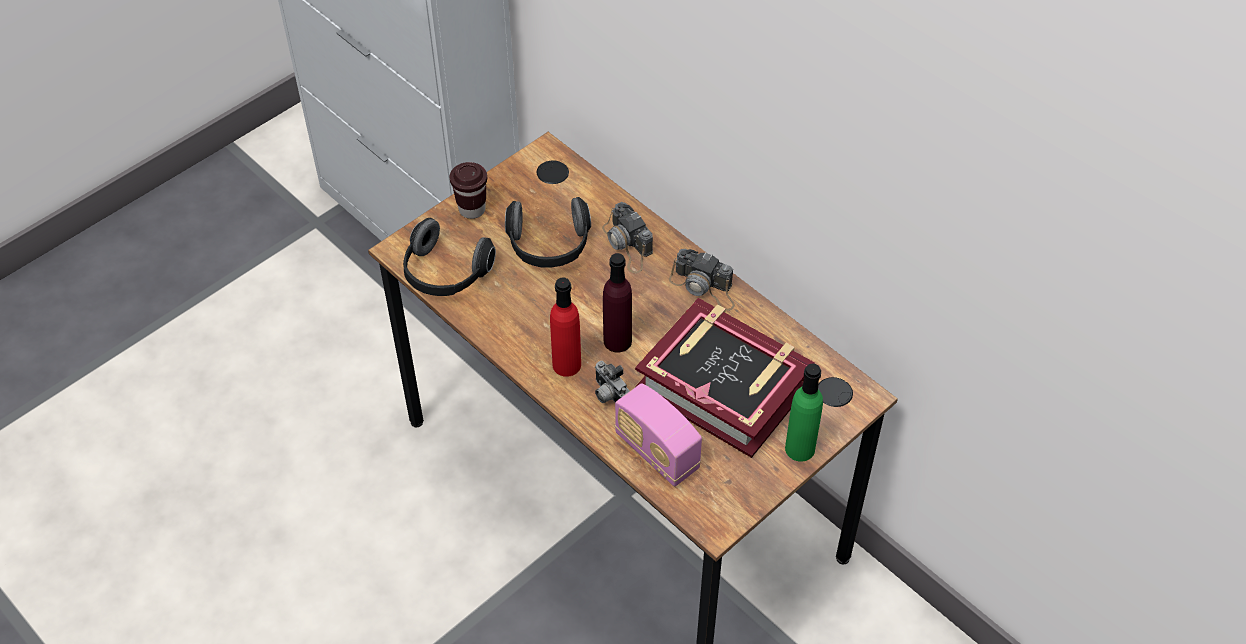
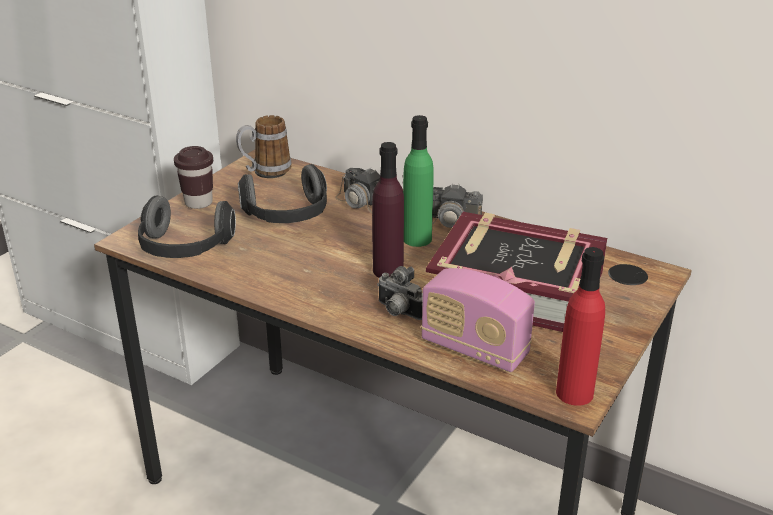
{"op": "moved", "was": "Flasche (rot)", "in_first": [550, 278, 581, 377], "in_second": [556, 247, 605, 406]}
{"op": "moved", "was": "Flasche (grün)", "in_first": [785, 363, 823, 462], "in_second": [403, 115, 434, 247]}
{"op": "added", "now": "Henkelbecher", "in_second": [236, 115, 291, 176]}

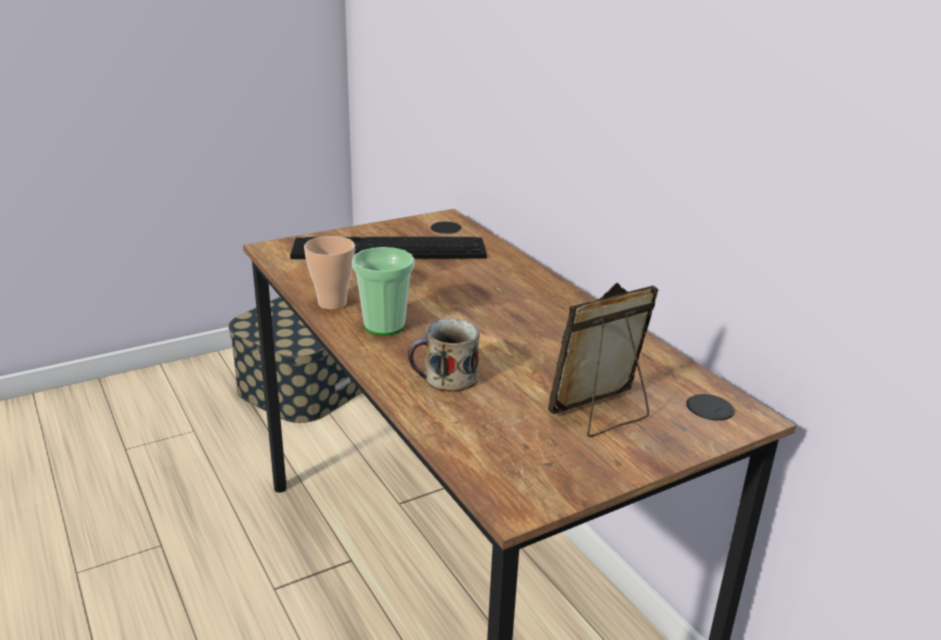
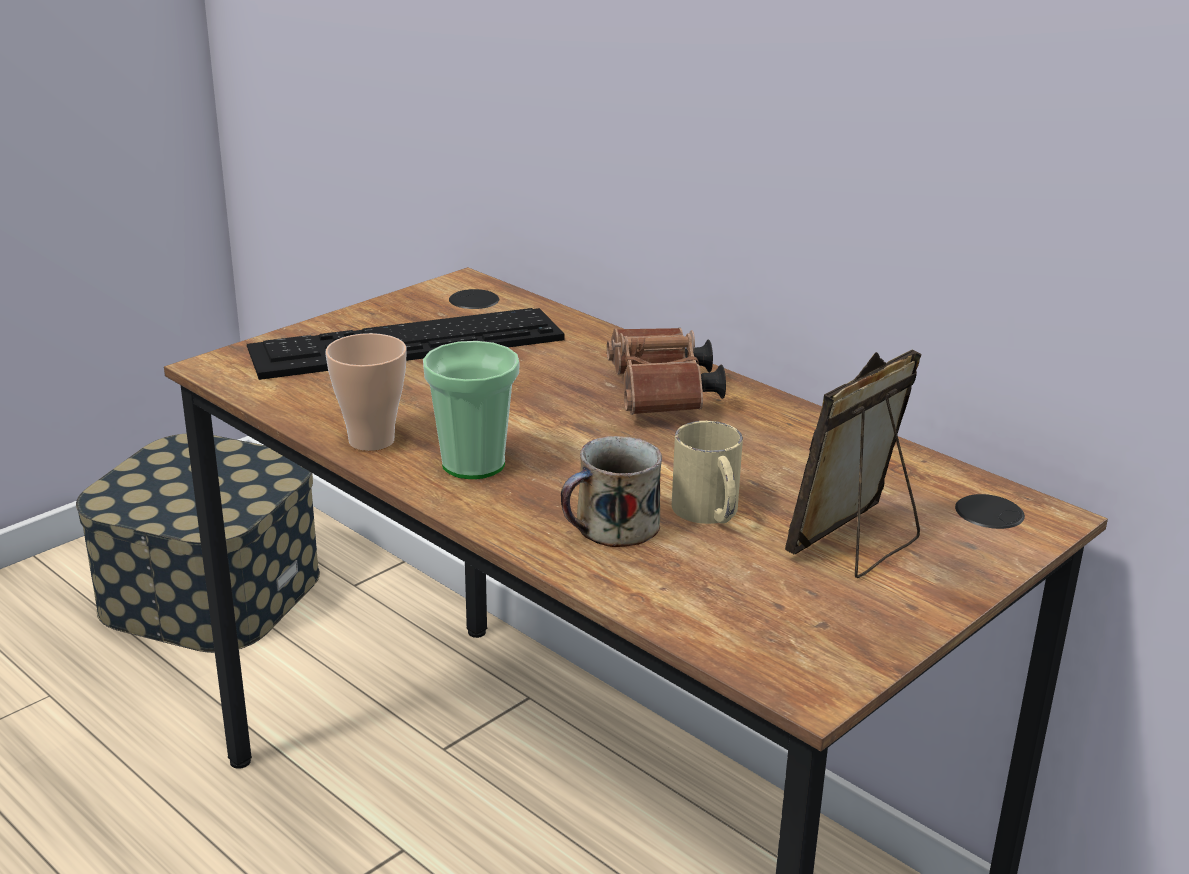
{"op": "added", "now": "Fernglas (braun)", "in_second": [607, 328, 726, 415]}
{"op": "added", "now": "Henkelbecher (beige)", "in_second": [672, 421, 743, 524]}

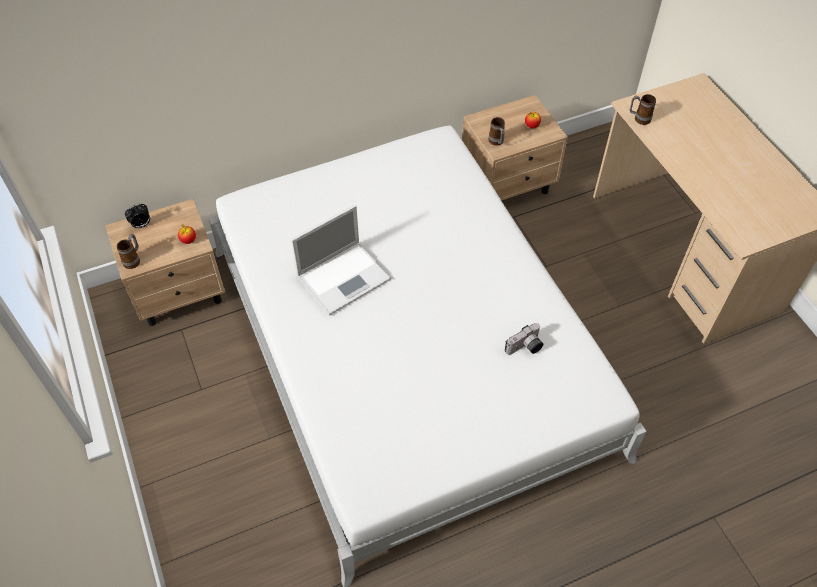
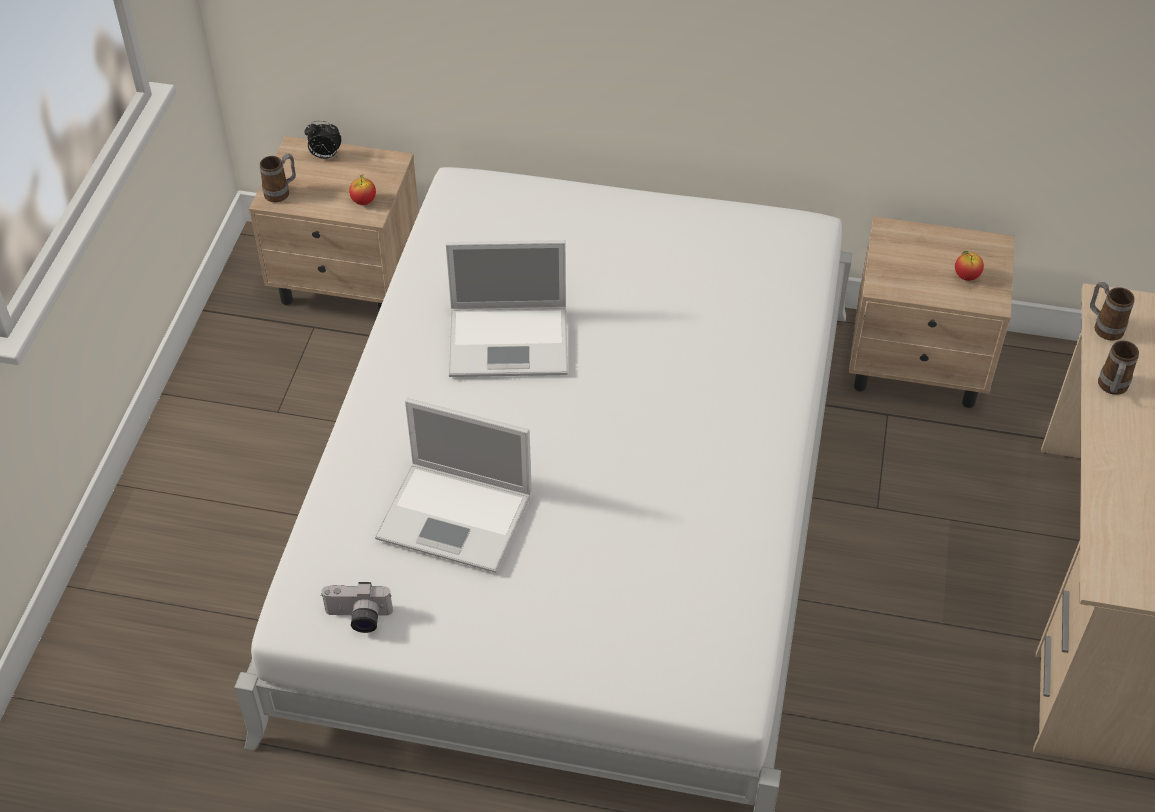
{"op": "moved", "was": "Henkelbecher", "in_first": [489, 117, 505, 146], "in_second": [1098, 341, 1139, 395]}
{"op": "moved", "was": "Kamera", "in_first": [505, 323, 543, 355], "in_second": [320, 582, 393, 633]}
{"op": "added", "now": "Laptop", "in_second": [375, 398, 532, 573]}

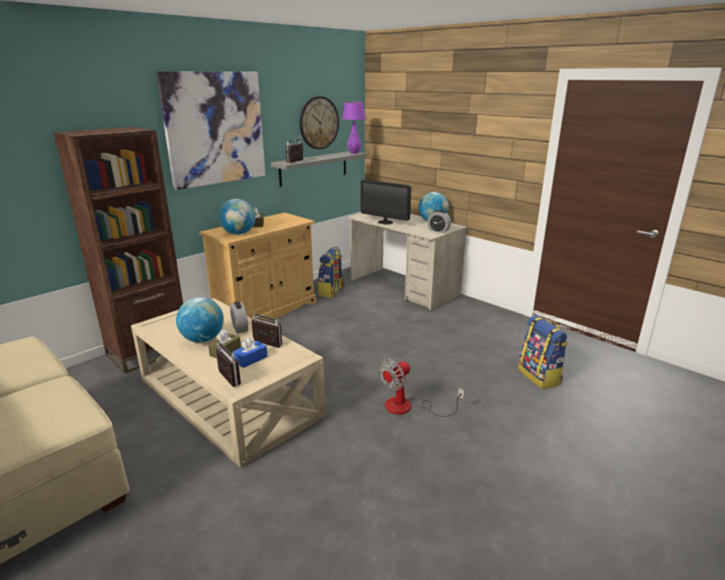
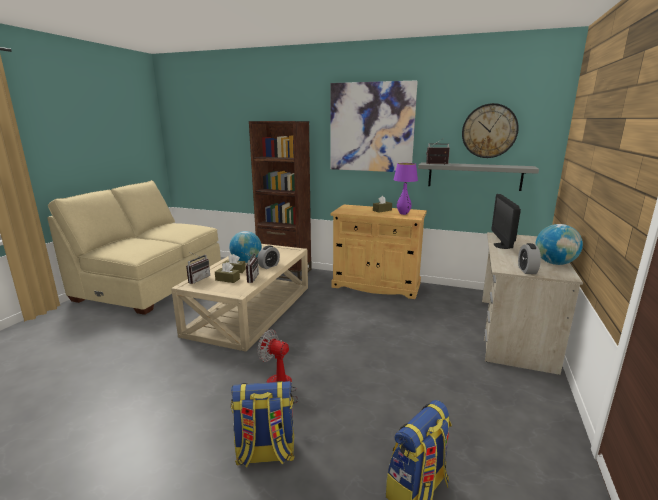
{"op": "removed", "was": "Globus", "in_first": [219, 199, 255, 235]}
{"op": "recoloured", "was": "Taschentuchbox (blau)", "now": "Taschentuchbox (braun)", "in_first": [233, 337, 268, 368], "in_second": [215, 262, 240, 283]}
{"op": "moved", "was": "Rucksack", "in_first": [318, 247, 345, 298], "in_second": [231, 381, 295, 468]}
{"op": "moved", "was": "Tischlampe (lila)", "in_first": [343, 102, 366, 154], "in_second": [393, 163, 418, 215]}

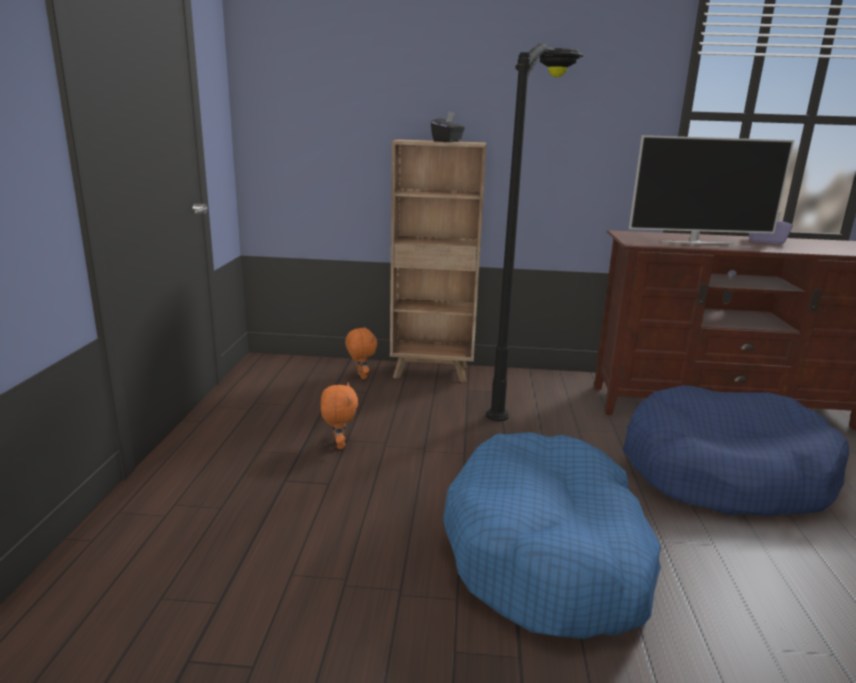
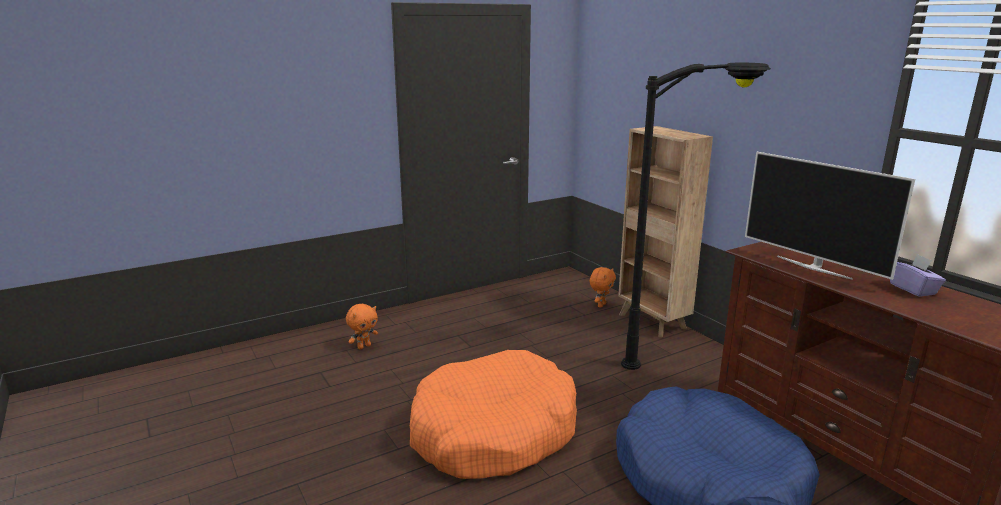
{"op": "moved", "was": "Plüschtier (orange)", "in_first": [321, 383, 358, 449], "in_second": [346, 304, 378, 350]}
{"op": "removed", "was": "Taschentuchbox (schwarz)", "in_first": [431, 112, 465, 142]}
{"op": "recoloured", "was": "Hundebett (blau)", "now": "Hundebett (orange)", "in_first": [443, 432, 661, 639], "in_second": [410, 350, 577, 479]}

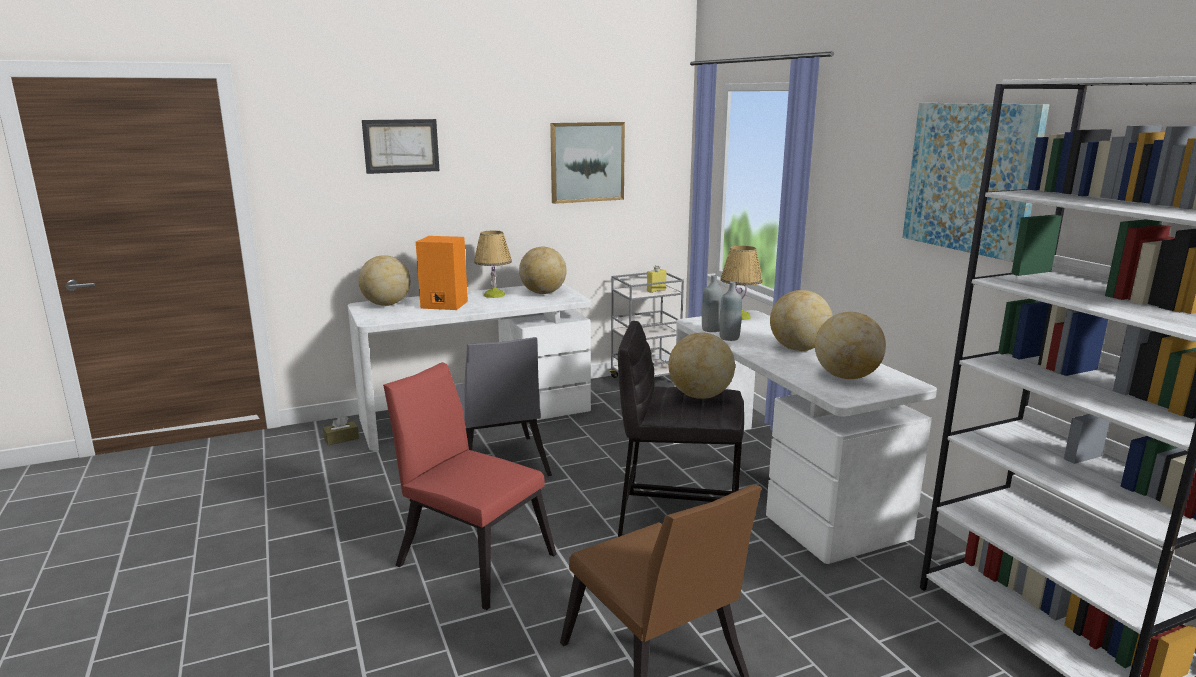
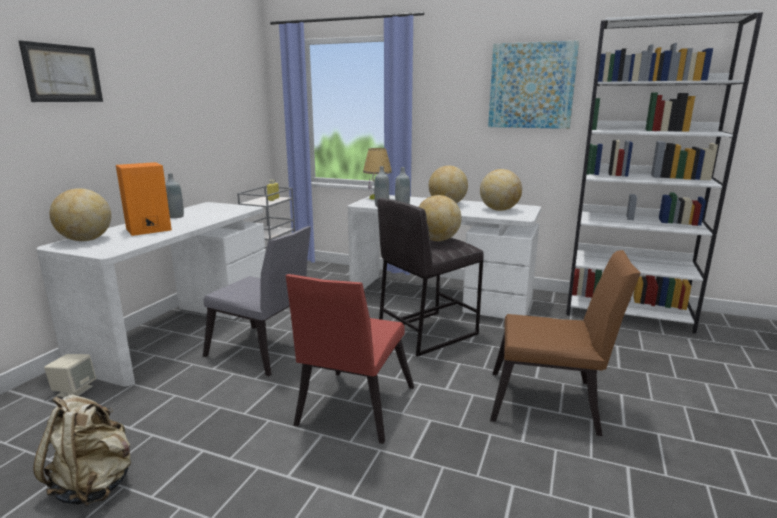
{"op": "replaced", "was": "Taschentuchbox (braun)", "now": "Lautsprecher (beige)", "in_first": [323, 415, 359, 445], "in_second": [44, 354, 96, 398]}
{"op": "turned", "was": "Stuhl (rot)", "in_first": [383, 362, 557, 610], "in_second": [286, 274, 414, 444], "clockwise": -60}
{"op": "replaced", "was": "Tischlampe", "now": "Flasche (grau)", "in_first": [474, 230, 512, 298], "in_second": [165, 173, 184, 218]}
{"op": "removed", "was": "Globus", "in_first": [519, 247, 567, 294]}
{"op": "removed", "was": "Bild", "in_first": [550, 122, 625, 204]}
{"op": "added", "now": "Rucksack (beige)", "in_second": [33, 395, 131, 506]}

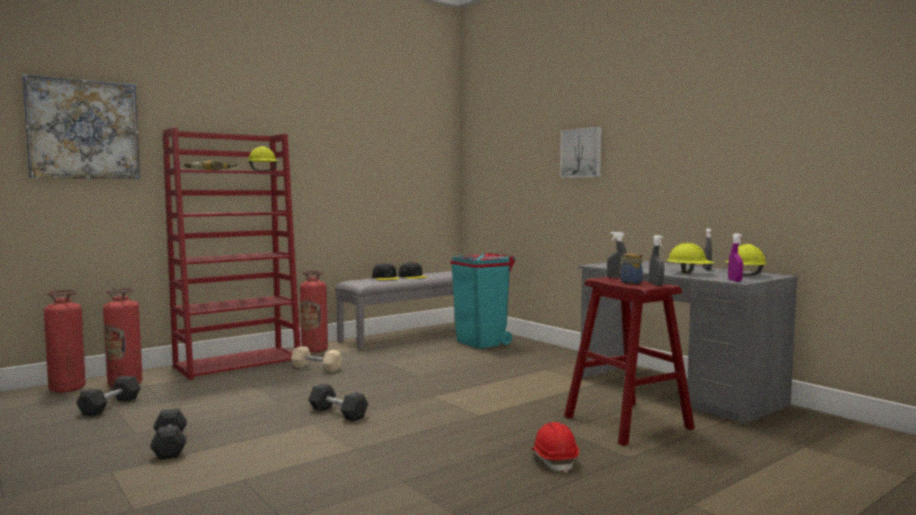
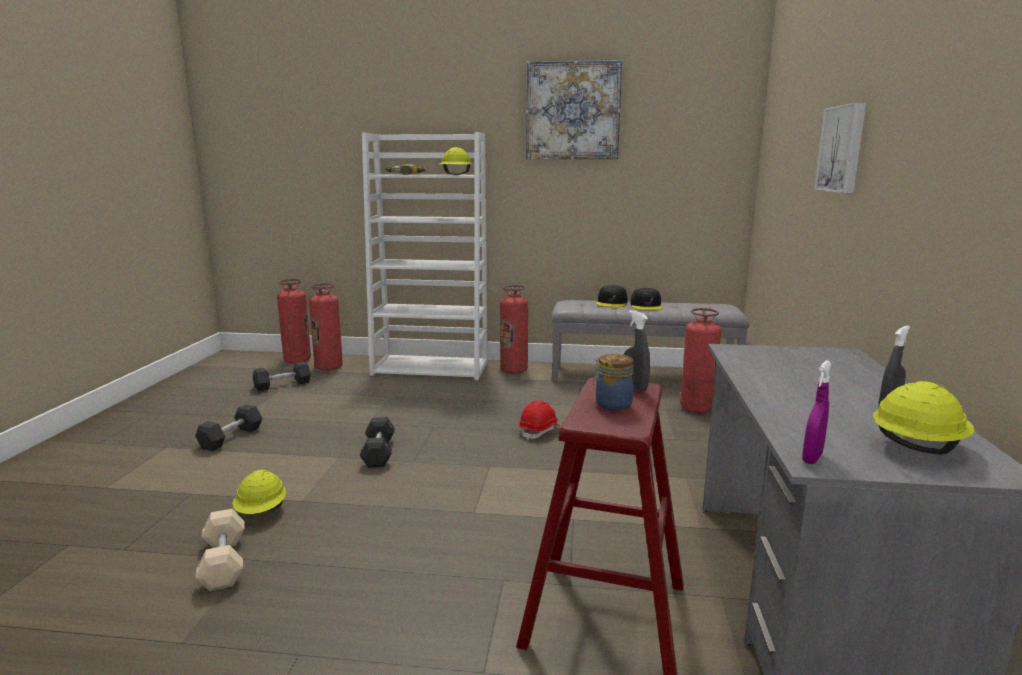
{"op": "moved", "was": "Bild", "in_first": [22, 74, 140, 179], "in_second": [526, 60, 622, 159]}
{"op": "recoloured", "was": "Bücherregal (rot)", "now": "Bücherregal (weiß)", "in_first": [162, 127, 300, 380], "in_second": [362, 132, 488, 380]}
{"op": "moved", "was": "Hantel (beige)", "in_first": [291, 346, 342, 372], "in_second": [195, 509, 245, 591]}
{"op": "replaced", "was": "Mülleimer (türkis)", "now": "Feuerlöscher", "in_first": [450, 253, 515, 349], "in_second": [680, 308, 721, 413]}
{"op": "moved", "was": "Schutzhelm (rot)", "in_first": [532, 422, 579, 473], "in_second": [519, 401, 560, 440]}
{"op": "removed", "was": "Sprühflasche (grau)", "in_first": [649, 235, 664, 286]}
{"op": "moved", "was": "Schutzhelm (gelb)", "in_first": [667, 243, 715, 274], "in_second": [232, 470, 286, 514]}

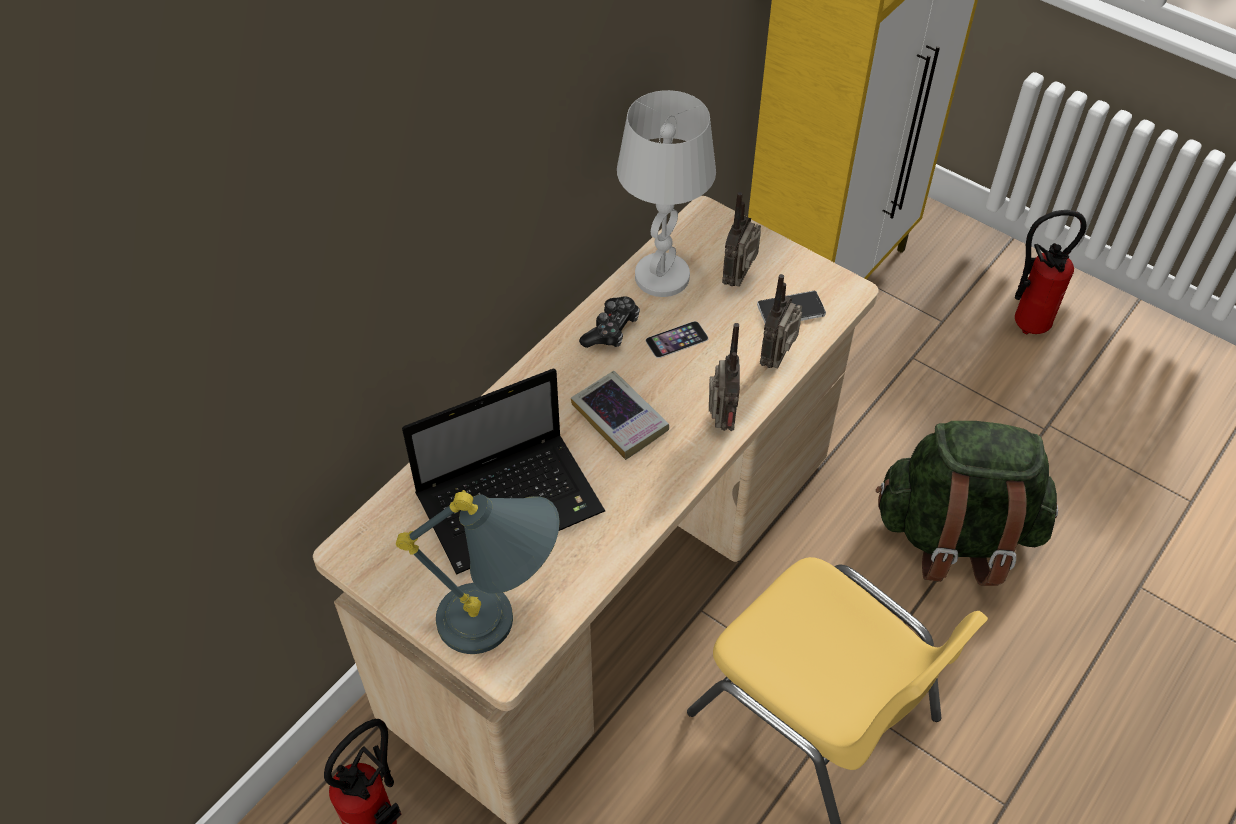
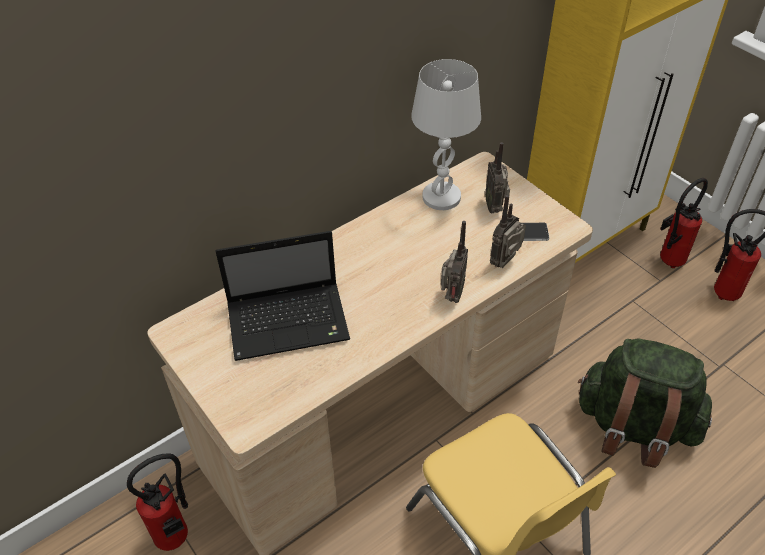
{"op": "removed", "was": "Tischlampe (grau)", "in_first": [396, 490, 560, 654]}
{"op": "removed", "was": "Buch", "in_first": [571, 371, 669, 460]}
{"op": "removed", "was": "Gamepad", "in_first": [579, 296, 640, 348]}
{"op": "removed", "was": "Handy", "in_first": [646, 321, 708, 358]}
{"op": "turned", "was": "Radio", "in_first": [722, 192, 761, 287], "in_second": [485, 142, 510, 213], "clockwise": -45}
{"op": "added", "now": "Feuerlöscher", "in_second": [660, 178, 708, 268]}

